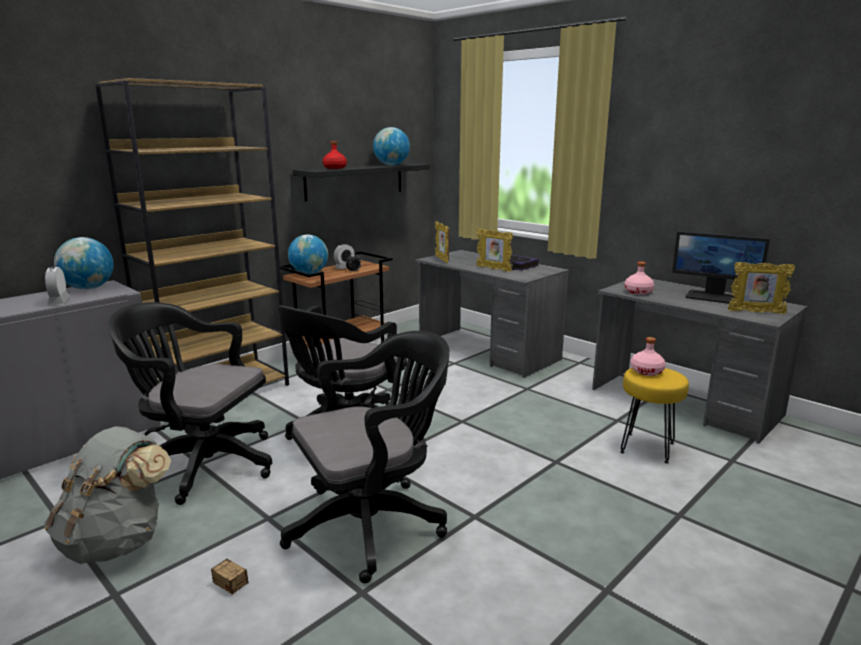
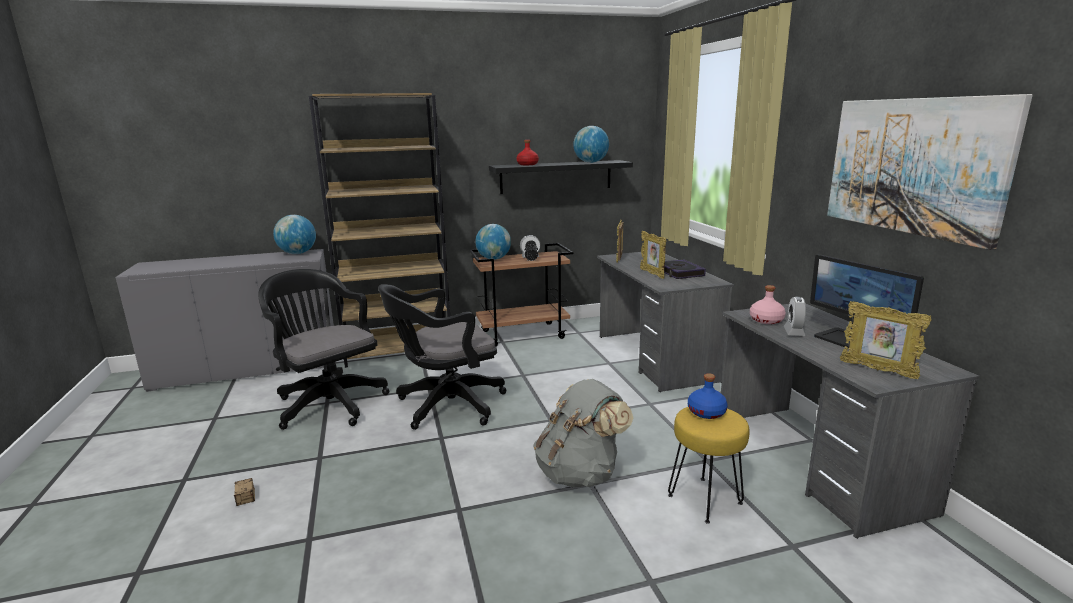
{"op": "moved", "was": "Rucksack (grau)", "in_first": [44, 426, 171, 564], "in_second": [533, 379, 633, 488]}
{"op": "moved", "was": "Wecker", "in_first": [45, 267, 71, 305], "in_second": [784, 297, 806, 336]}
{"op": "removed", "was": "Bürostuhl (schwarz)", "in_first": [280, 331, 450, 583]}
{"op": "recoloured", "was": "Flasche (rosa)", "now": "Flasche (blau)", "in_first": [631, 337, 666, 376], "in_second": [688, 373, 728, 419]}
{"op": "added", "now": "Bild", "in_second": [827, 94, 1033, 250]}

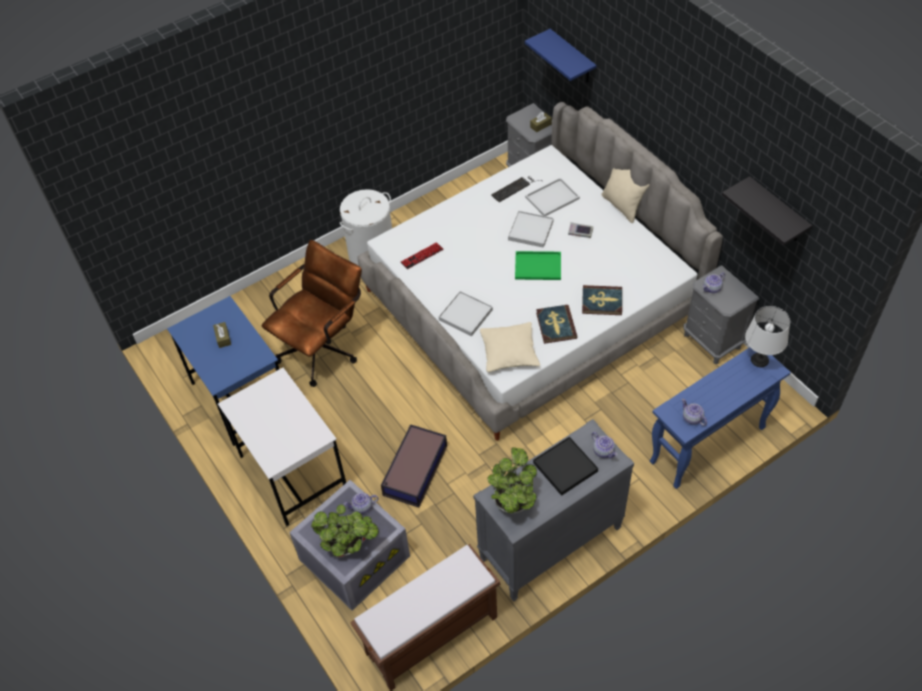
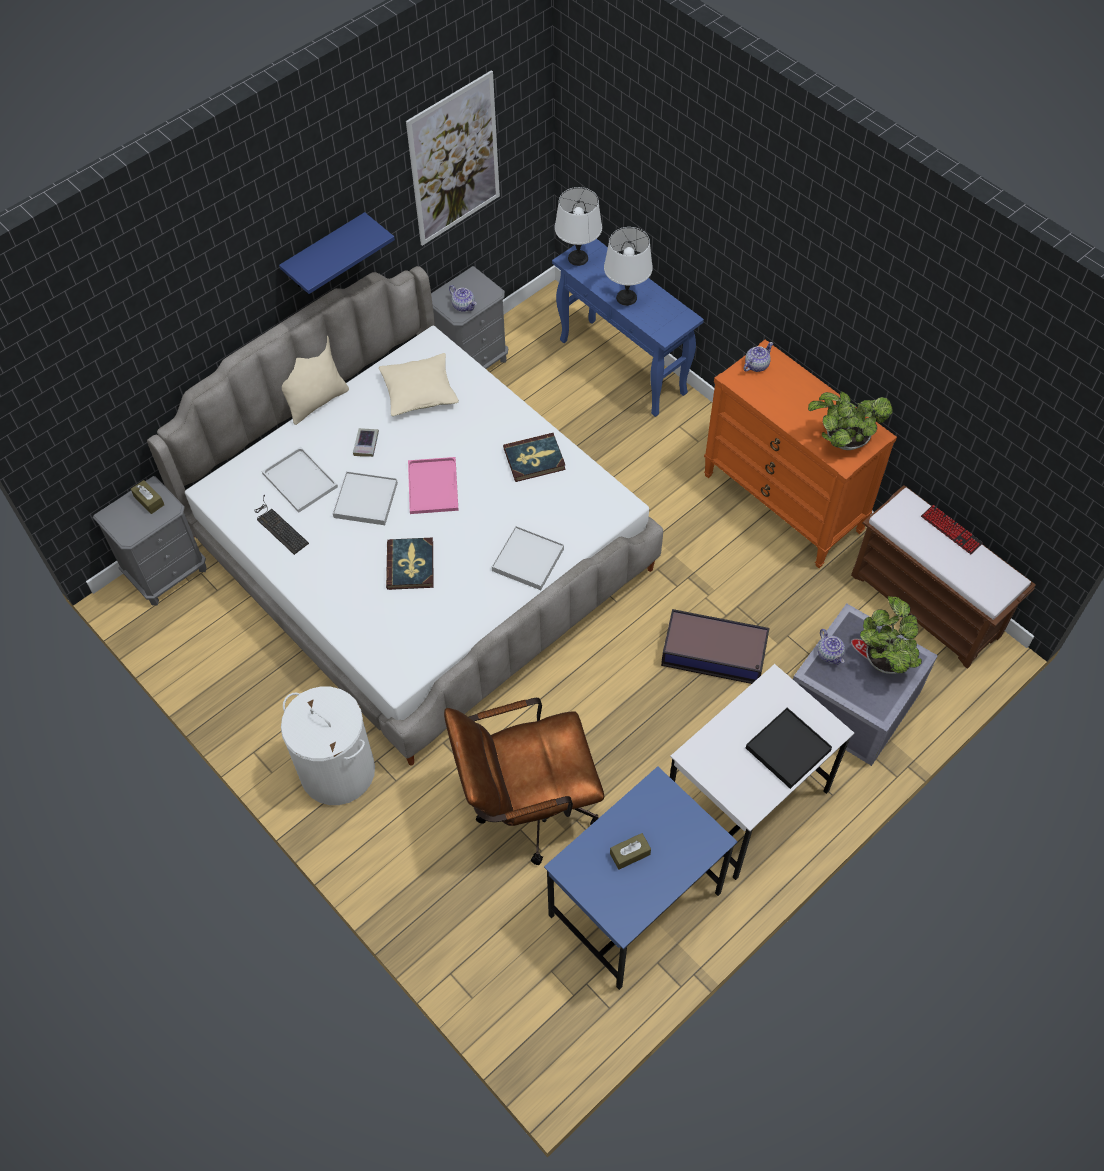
{"op": "turned", "was": "Bürostuhl (braun)", "in_first": [262, 240, 362, 387], "in_second": [444, 698, 604, 865], "clockwise": -45}
{"op": "moved", "was": "Tastatur", "in_first": [400, 242, 444, 269], "in_second": [921, 505, 983, 554]}
{"op": "recoloured", "was": "Kommode (grau)", "now": "Kommode (orange)", "in_first": [473, 419, 634, 602], "in_second": [704, 340, 897, 568]}
{"op": "moved", "was": "Kissen (beige)", "in_first": [480, 322, 540, 372], "in_second": [379, 353, 459, 416]}
{"op": "recoloured", "was": "Tablett (grün)", "now": "Tablett (rosa)", "in_first": [515, 251, 561, 280], "in_second": [408, 457, 459, 514]}
{"op": "moved", "was": "Wandregal (blau)", "in_first": [525, 29, 596, 83], "in_second": [279, 212, 395, 294]}
{"op": "moved", "was": "Tablett (schwarz)", "in_first": [533, 437, 598, 496], "in_second": [746, 708, 832, 789]}
{"op": "moved", "was": "Buch", "in_first": [582, 285, 622, 315], "in_second": [386, 537, 433, 590]}
{"op": "removed", "was": "Teekanne", "in_first": [682, 399, 707, 426]}
{"op": "replaced", "was": "Wandregal (schwarz)", "now": "Bild", "in_first": [722, 176, 812, 245], "in_second": [406, 70, 500, 246]}
{"op": "added", "now": "Tischlampe (weiß)", "in_second": [604, 227, 653, 306]}

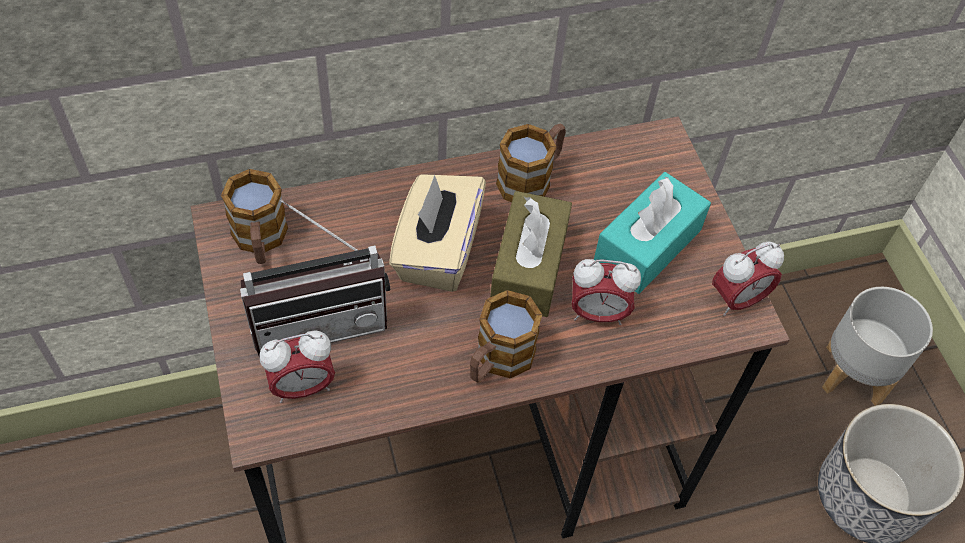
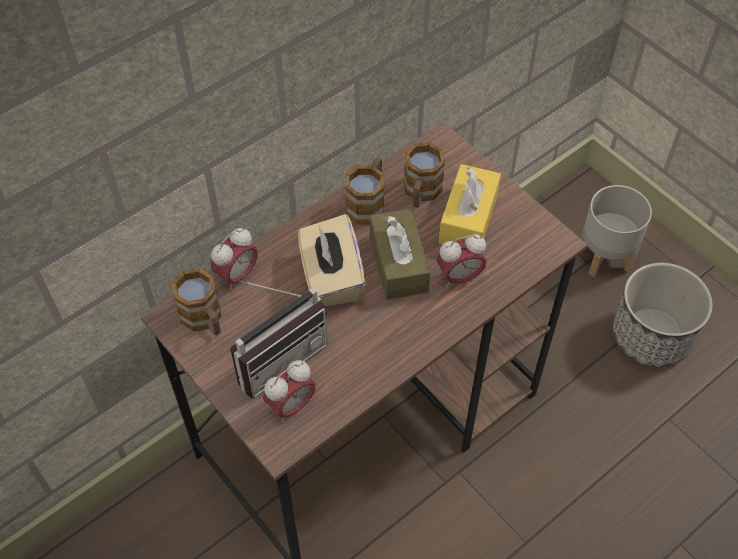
{"op": "moved", "was": "Henkelbecher", "in_first": [470, 290, 543, 382], "in_second": [404, 142, 445, 208]}
{"op": "recoloured", "was": "Taschentuchbox (türkis)", "now": "Taschentuchbox (gelb)", "in_first": [594, 172, 711, 294], "in_second": [439, 164, 501, 244]}
{"op": "moved", "was": "Wecker", "in_first": [712, 242, 784, 316], "in_second": [211, 228, 258, 290]}

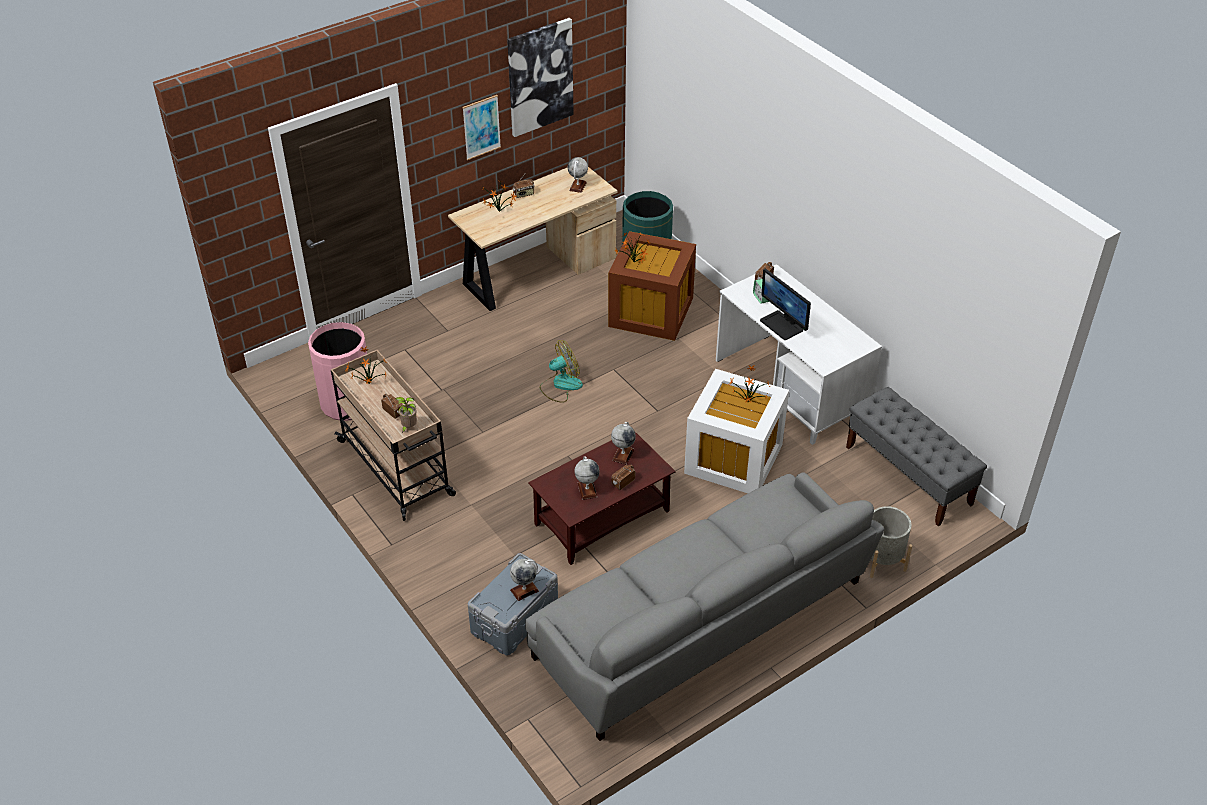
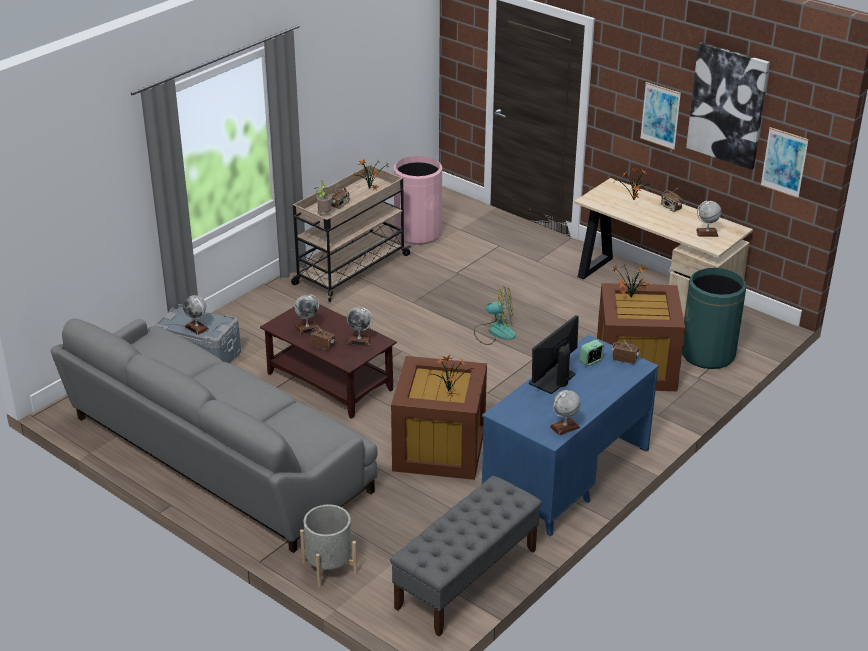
{"op": "turned", "was": "Ventilator", "in_first": [540, 340, 583, 403], "in_second": [474, 286, 515, 345], "clockwise": -45}
{"op": "recoloured", "was": "Aufbewahrungsbox (weiß)", "now": "Aufbewahrungsbox (braun)", "in_first": [684, 369, 789, 493], "in_second": [391, 356, 487, 480]}
{"op": "recoloured", "was": "Schreibtisch (weiß)", "now": "Schreibtisch (blau)", "in_first": [716, 264, 882, 445], "in_second": [482, 335, 659, 537]}
{"op": "added", "now": "Globus", "in_second": [550, 389, 581, 436]}
{"op": "added", "now": "Bild", "in_second": [761, 127, 809, 198]}

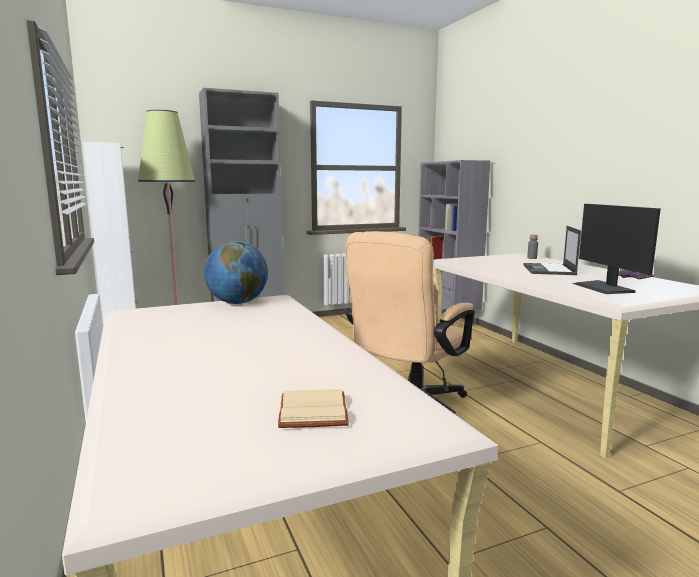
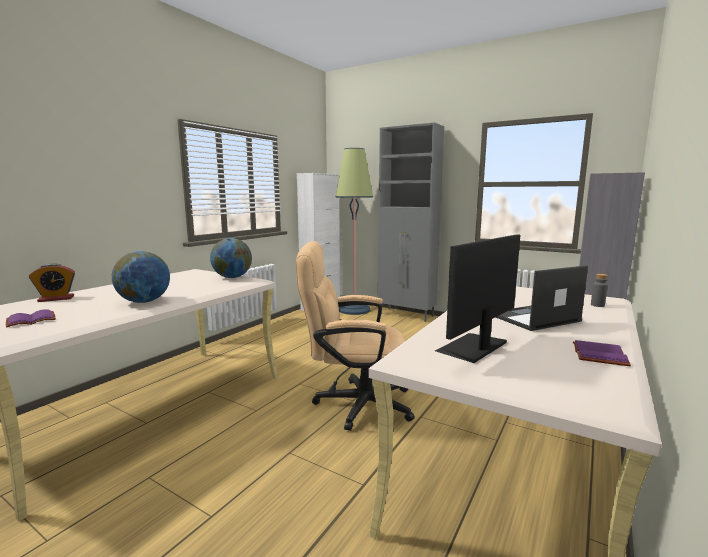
{"op": "recoloured", "was": "Buch (beige)", "now": "Buch (lila)", "in_first": [278, 389, 349, 428], "in_second": [6, 310, 56, 328]}
{"op": "added", "now": "Wecker", "in_second": [29, 263, 75, 302]}
{"op": "added", "now": "Globus", "in_second": [112, 251, 170, 303]}

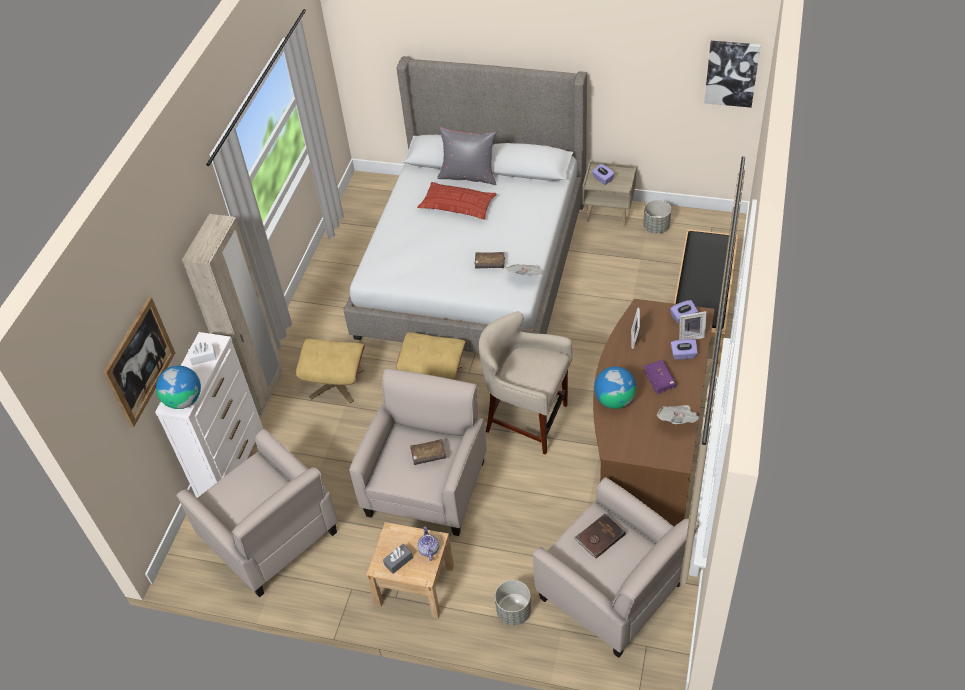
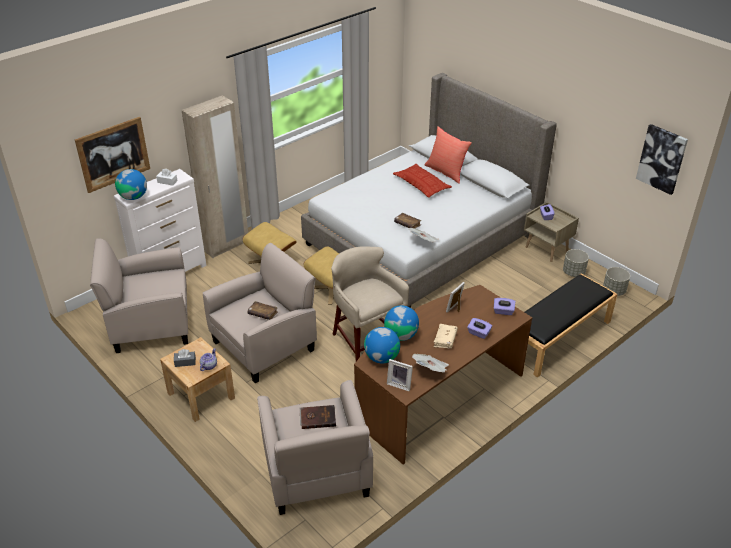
{"op": "turned", "was": "Sessel (beige)", "in_first": [177, 429, 338, 597], "in_second": [90, 238, 188, 353], "clockwise": 90}
{"op": "recoloured", "was": "Kissen (grau)", "now": "Kissen (rot)", "in_first": [437, 127, 497, 185], "in_second": [425, 126, 472, 184]}
{"op": "moved", "was": "Pflanzkübel (grau)", "in_first": [495, 580, 531, 625], "in_second": [603, 267, 630, 296]}
{"op": "recoloured", "was": "Buch (lila)", "now": "Buch (beige)", "in_first": [643, 360, 677, 394], "in_second": [434, 324, 458, 349]}
{"op": "moved", "was": "Bilderrahmen", "in_first": [679, 311, 706, 340], "in_second": [387, 359, 413, 391]}
{"op": "added", "now": "Globus", "in_second": [364, 327, 400, 363]}

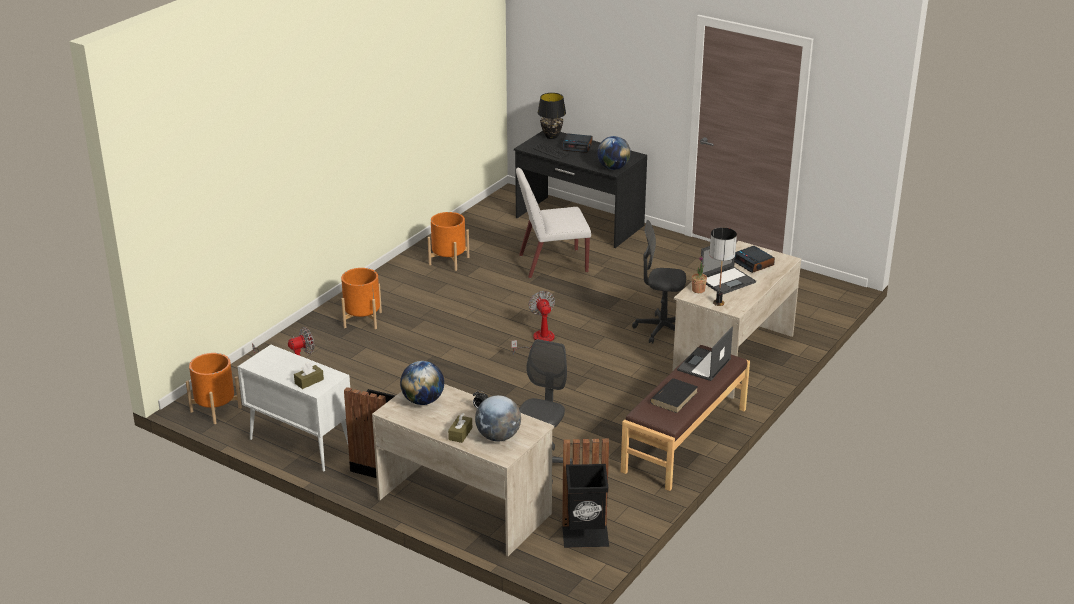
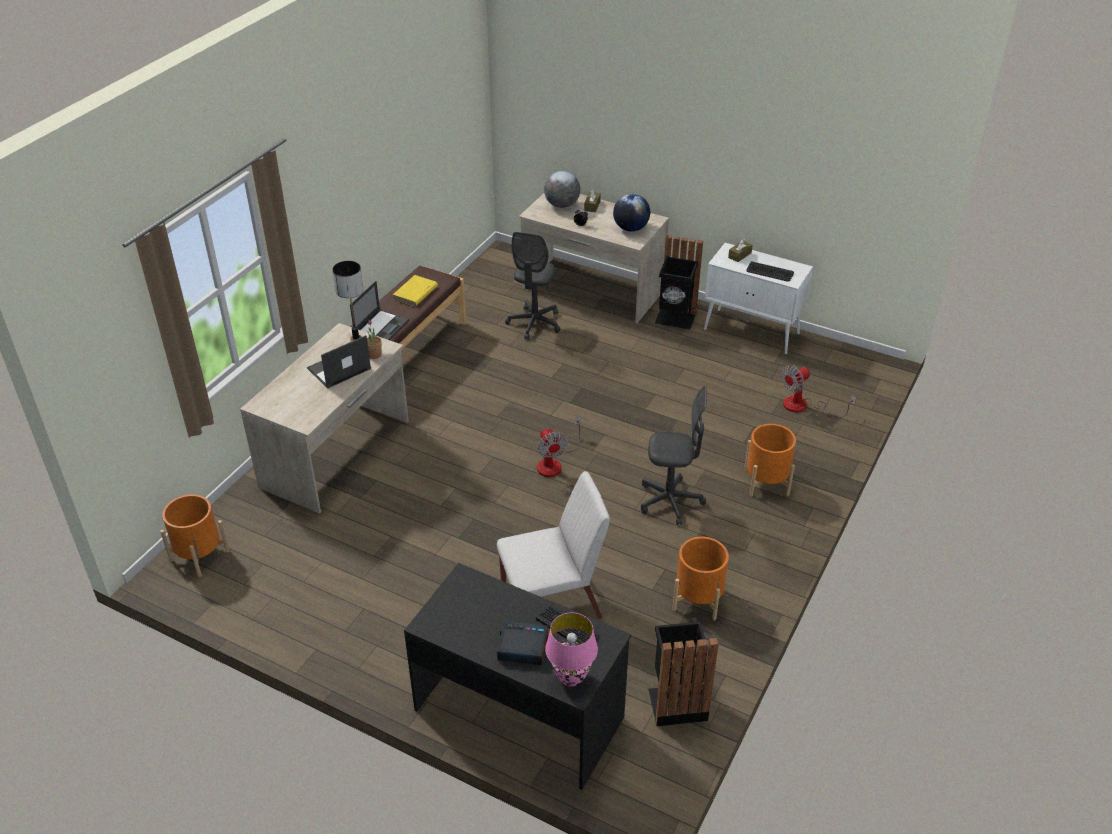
{"op": "moved", "was": "Pflanzkübel (orange)", "in_first": [186, 353, 242, 424], "in_second": [160, 494, 230, 577]}
{"op": "recoloured", "was": "Tischlampe (schwarz)", "now": "Tischlampe (rosa)", "in_first": [538, 93, 566, 139], "in_second": [545, 613, 598, 687]}
{"op": "moved", "was": "Mülleimer (schwarz)", "in_first": [562, 439, 609, 548], "in_second": [648, 621, 719, 726]}
{"op": "removed", "was": "Globus", "in_first": [597, 136, 631, 170]}
{"op": "moved", "was": "Bürostuhl (grau)", "in_first": [632, 220, 686, 344], "in_second": [641, 386, 707, 525]}
{"op": "recoloured", "was": "Buch (schwarz)", "now": "Buch (gelb)", "in_first": [650, 378, 698, 413], "in_second": [393, 275, 438, 307]}
{"op": "removed", "was": "Wecker", "in_first": [735, 246, 775, 273]}
{"op": "added", "now": "Tastatur", "in_second": [746, 261, 794, 281]}

